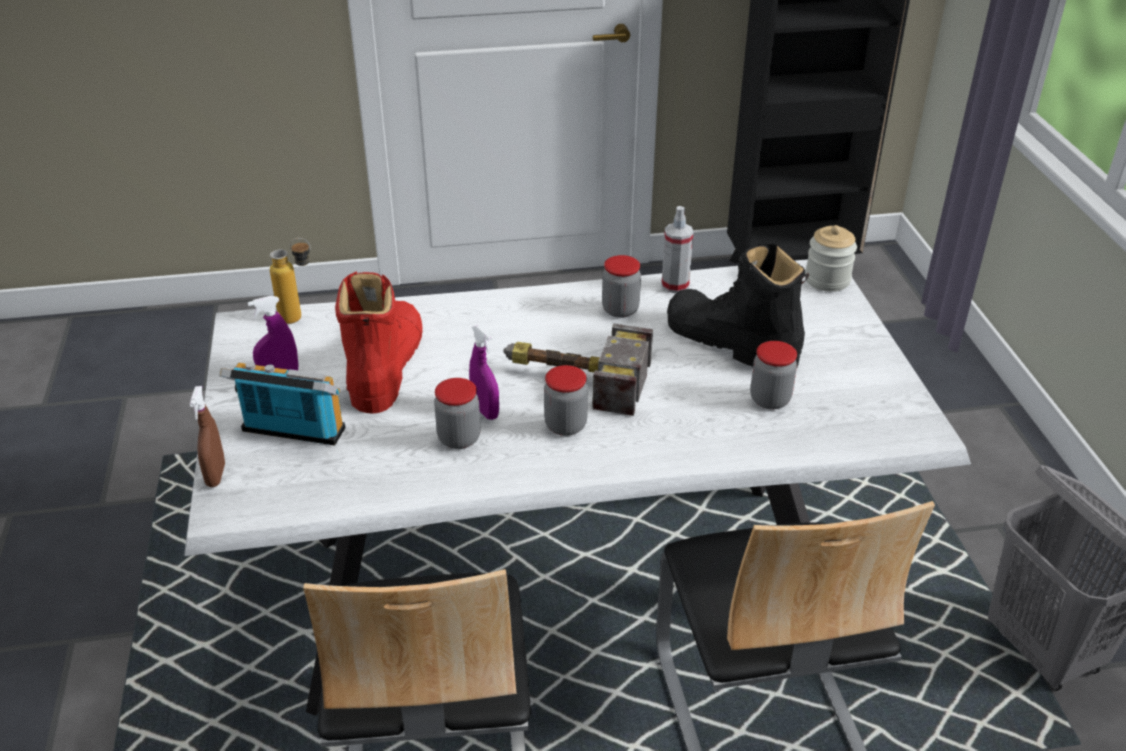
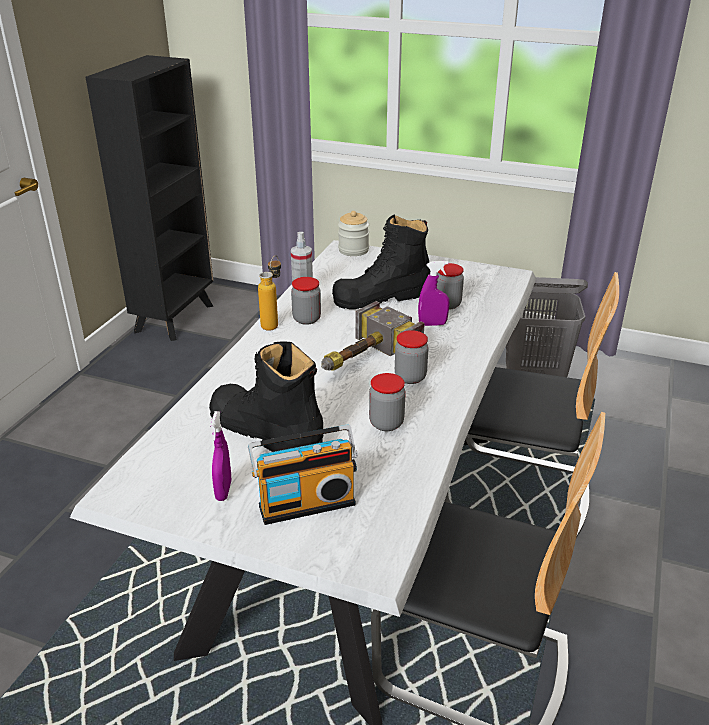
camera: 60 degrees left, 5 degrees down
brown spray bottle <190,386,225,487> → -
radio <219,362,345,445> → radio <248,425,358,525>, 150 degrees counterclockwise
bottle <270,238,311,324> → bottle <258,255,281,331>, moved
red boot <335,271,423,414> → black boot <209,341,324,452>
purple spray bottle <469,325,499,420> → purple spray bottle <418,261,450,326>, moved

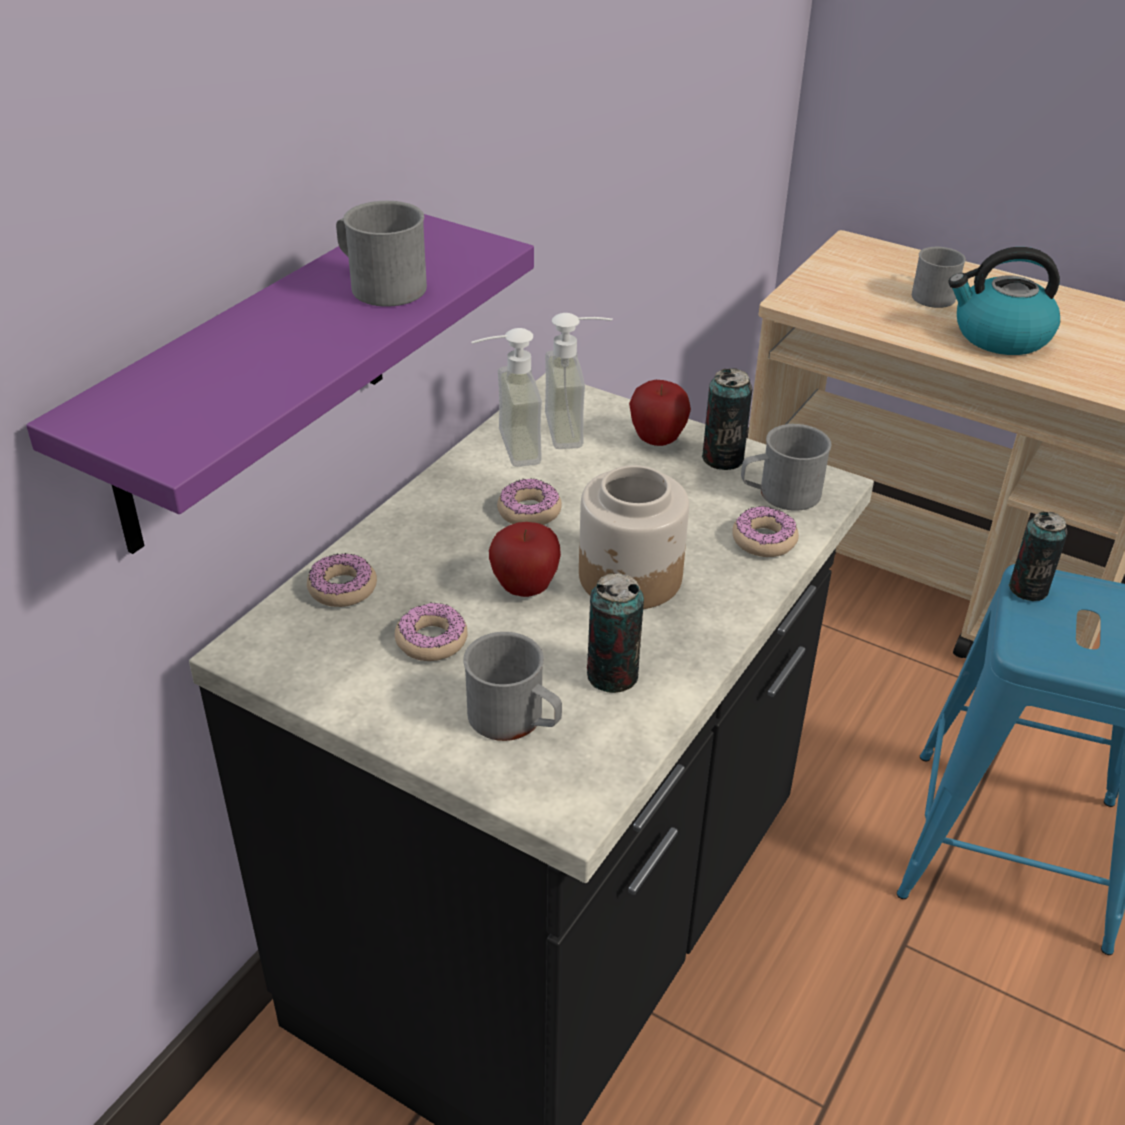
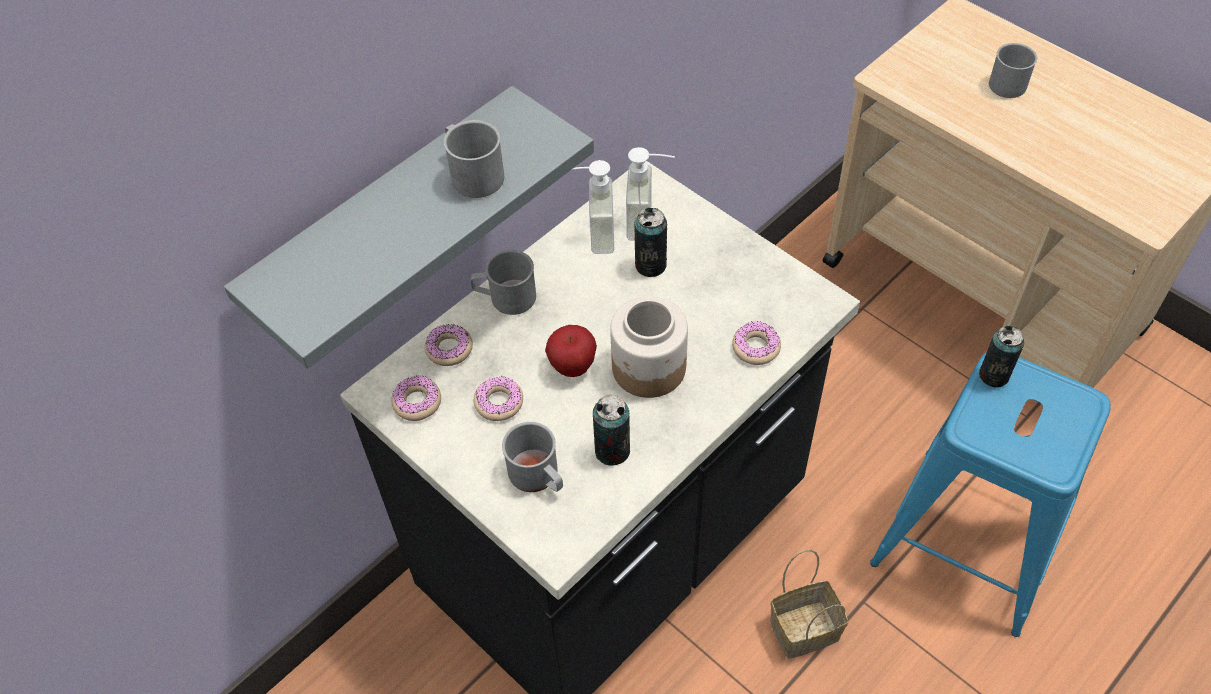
camera: 15 degrees right, 15 degrees up
purple shelf <26,214,534,554> → grey shelf <224,86,594,369>
donut <497,478,562,525> → donut <391,375,441,421>, moved
apple <629,380,691,446> → -
can <702,368,752,470> → can <635,208,667,277>, moved
grey mug <741,424,831,511> → grey mug <471,250,536,315>, moved
kettle <948,247,1060,355> → -
- → basket <770,549,848,659>

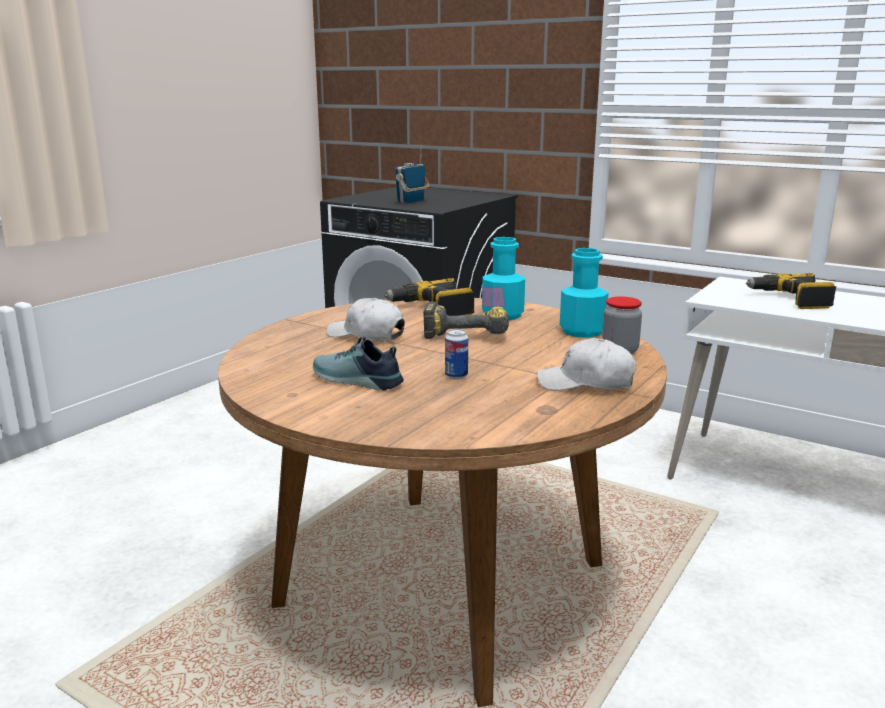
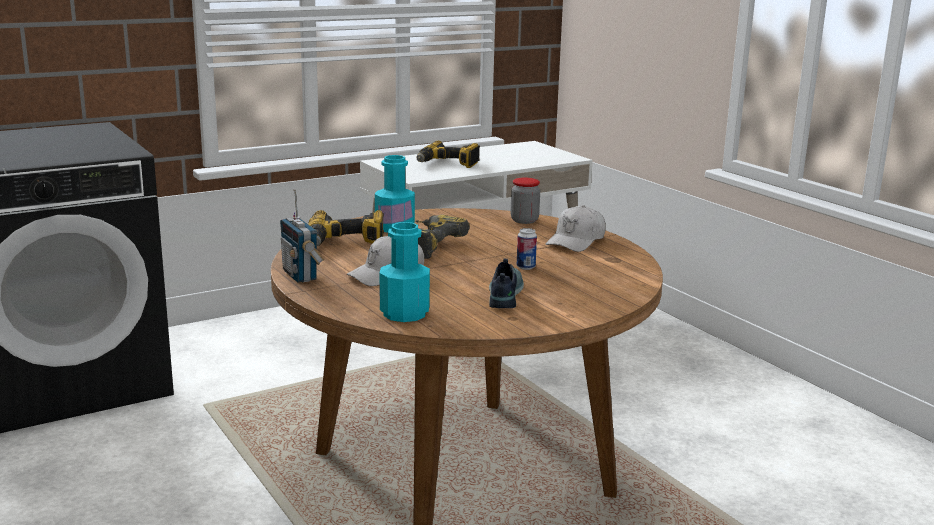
camera: 65 degrees left, 0 degrees up
shoe <313,336,404,391> → shoe <489,259,524,308>, 135 degrees clockwise
radio <395,145,429,203> → radio <280,189,324,283>, moved
turquoise bottle <560,248,608,338> → turquoise bottle <379,222,430,322>, moved

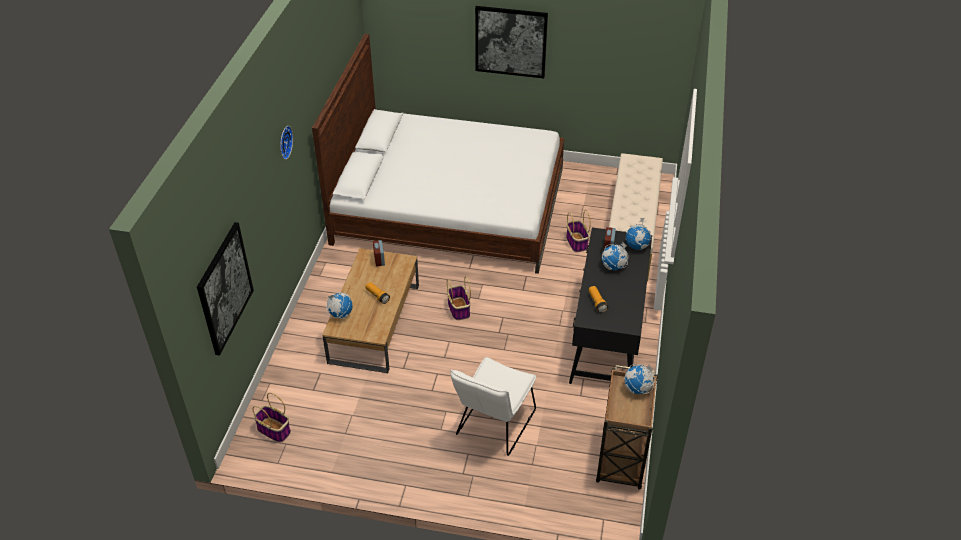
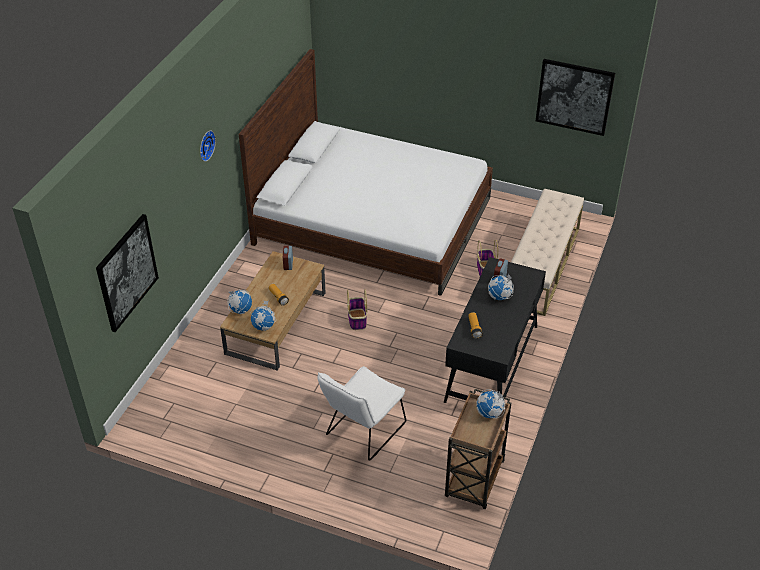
camera: 10 degrees right, 0 degrees up
basket <252,393,291,443> → -
picture <475,6,548,78> → picture <536,59,615,136>, moved
globe <625,218,652,250> → globe <251,301,276,331>, moved

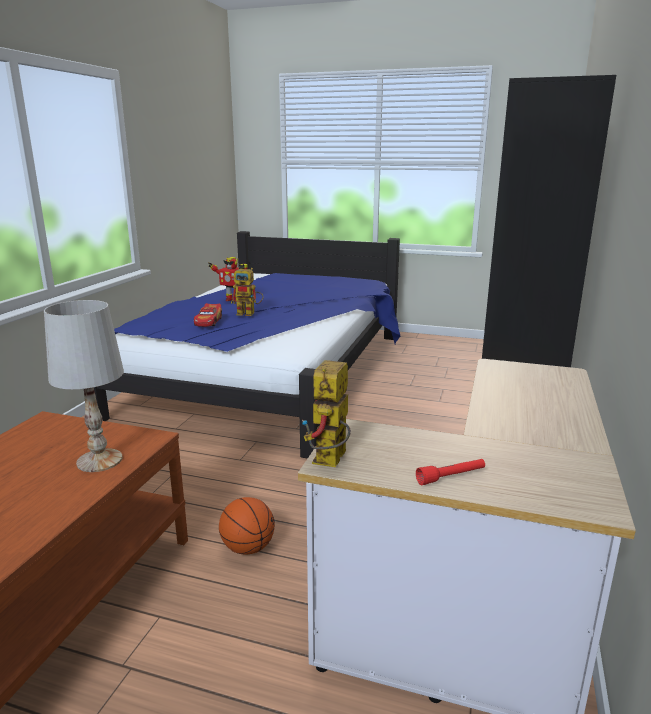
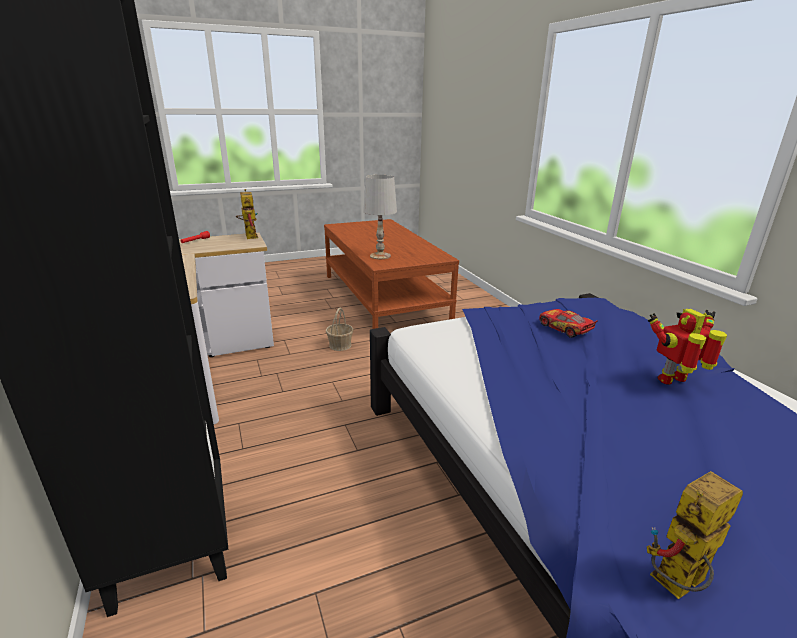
camera: 140 degrees right, 5 degrees up
basketball <219,497,275,555> → basket <326,308,354,351>
toy robot <231,268,264,316> → toy robot <647,471,743,599>, moved

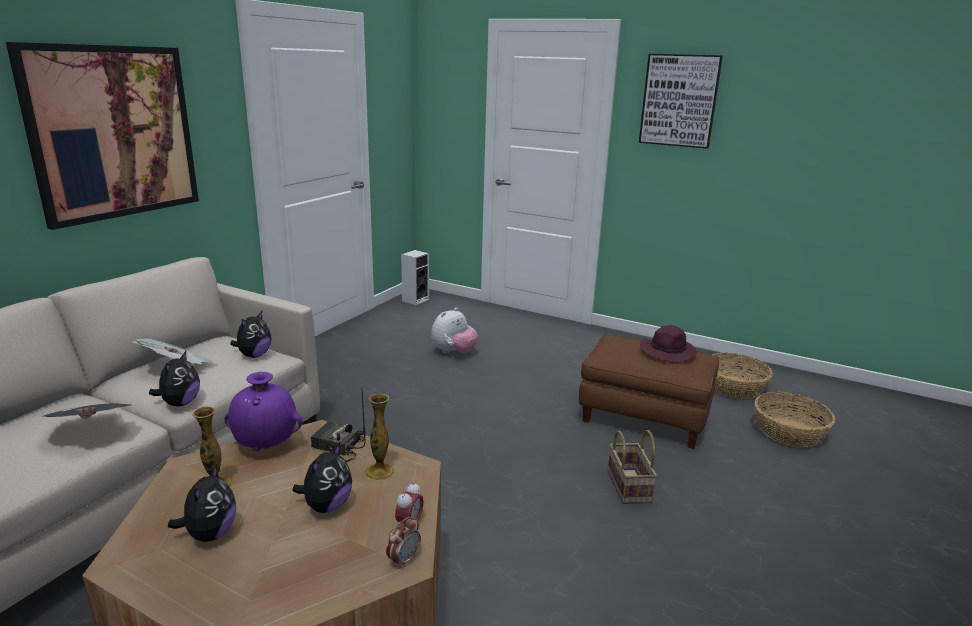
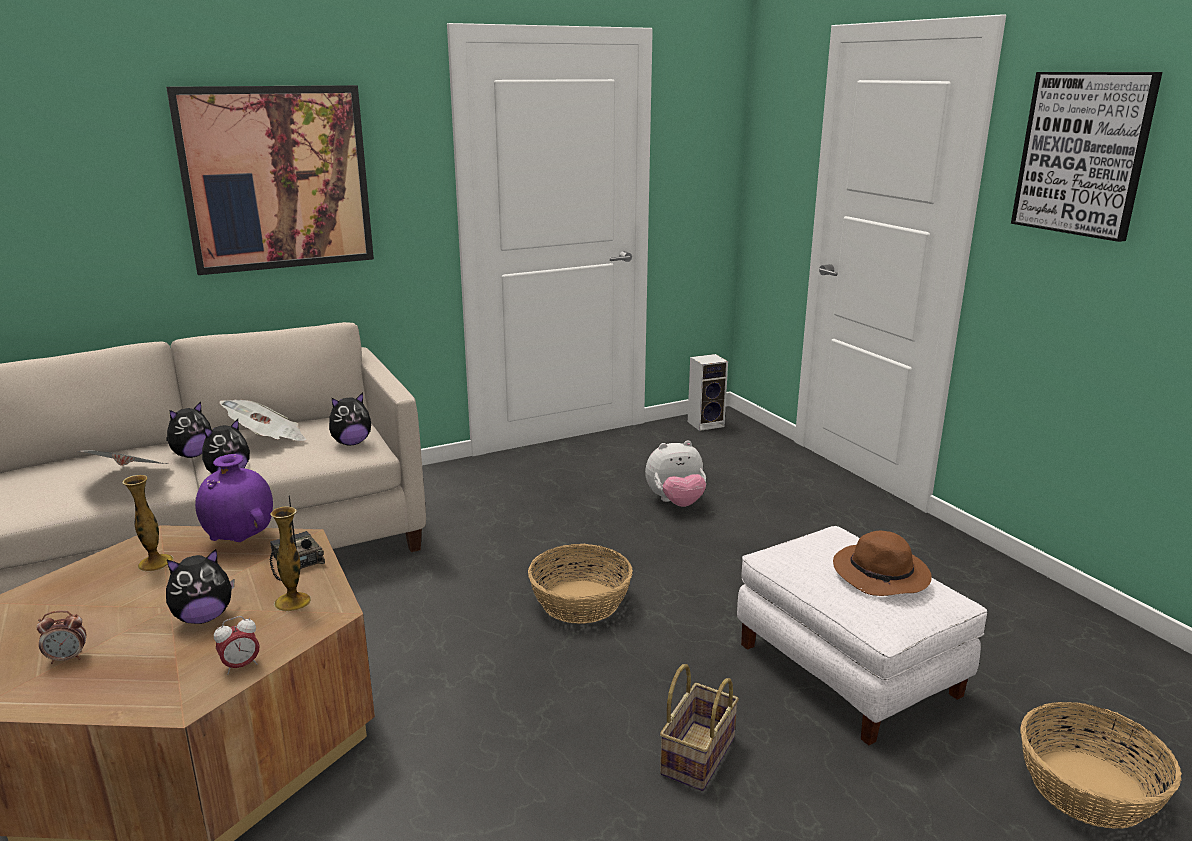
camera: 35 degrees right, 0 degrees up
plush toy <168,464,236,542> → plush toy <166,401,212,458>, moved
alarm clock <386,517,421,569> → alarm clock <37,611,86,664>, moved
brown ottoman <579,335,719,449> → white ottoman <737,526,987,745>
purple hat <640,325,697,363> → brown hat <833,531,932,596>
basket <712,353,773,399> → basket <528,544,633,624>, moved

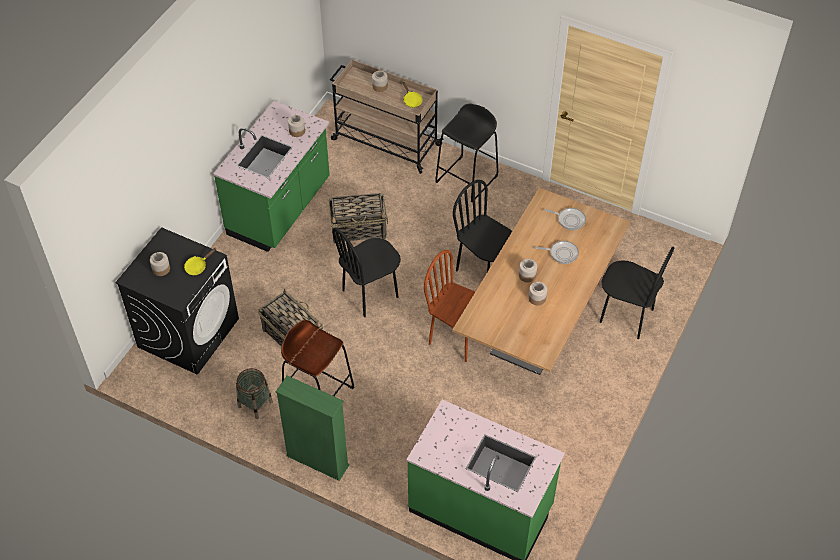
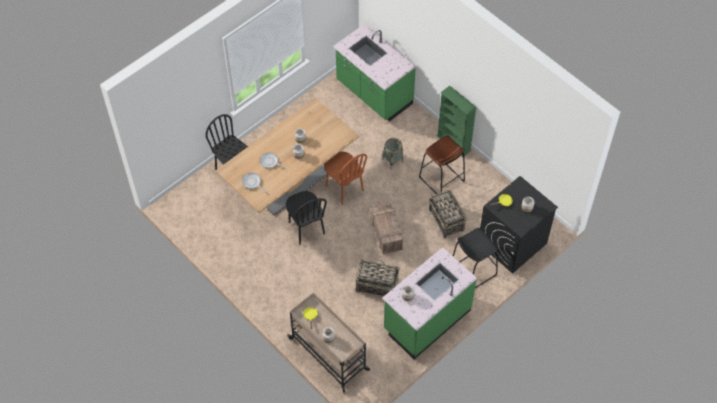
camera: 160 degrees left, 5 degrees up
basket <236,368,273,419> → basket <382,138,404,170>, moved
black chair <332,228,401,317> → crate <371,203,403,254>
black stool <435,104,498,203> → black stool <453,228,498,288>, moved

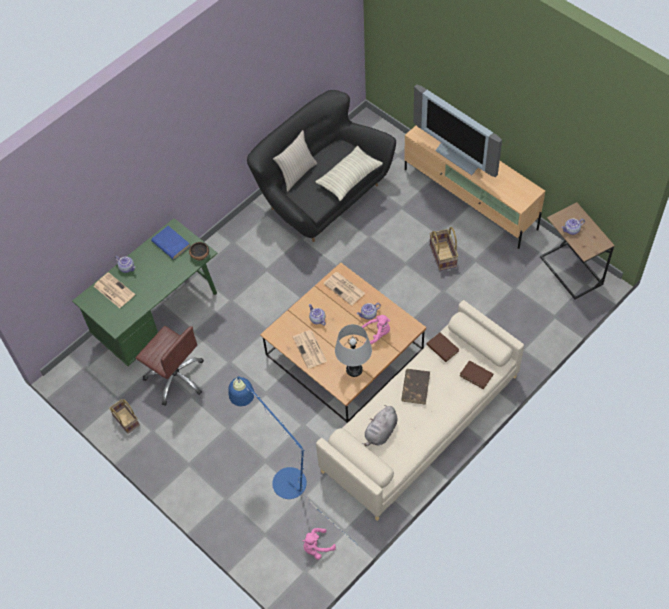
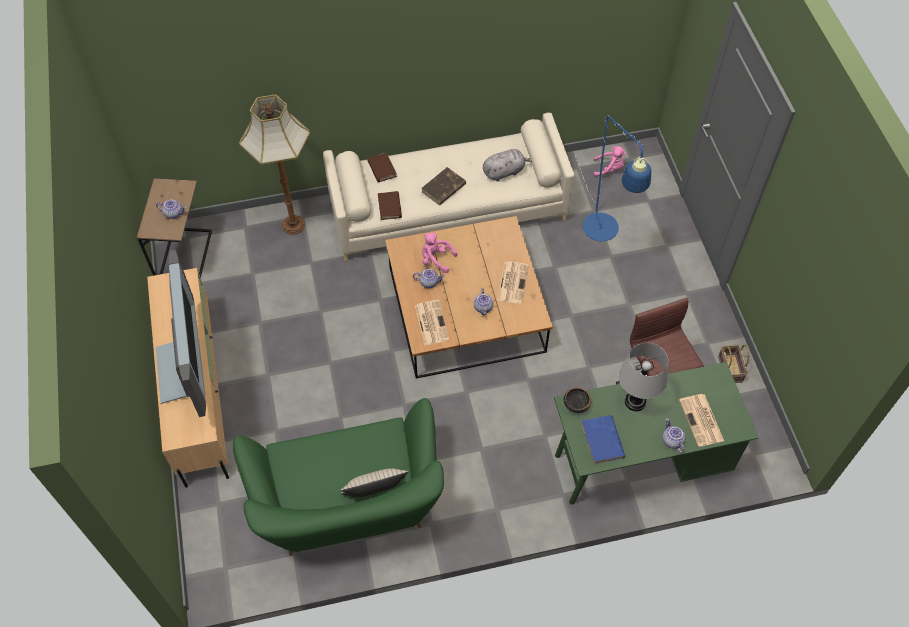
camera: 150 degrees left, 0 degrees up
black sofa <247,90,396,242> → green sofa <233,398,444,556>
pillow <315,146,383,201> → -
grey table lamp <335,324,372,377> → grey table lamp <618,343,668,411>, moved
basket <430,227,458,271> → -
- → floor lamp <239,94,310,235>

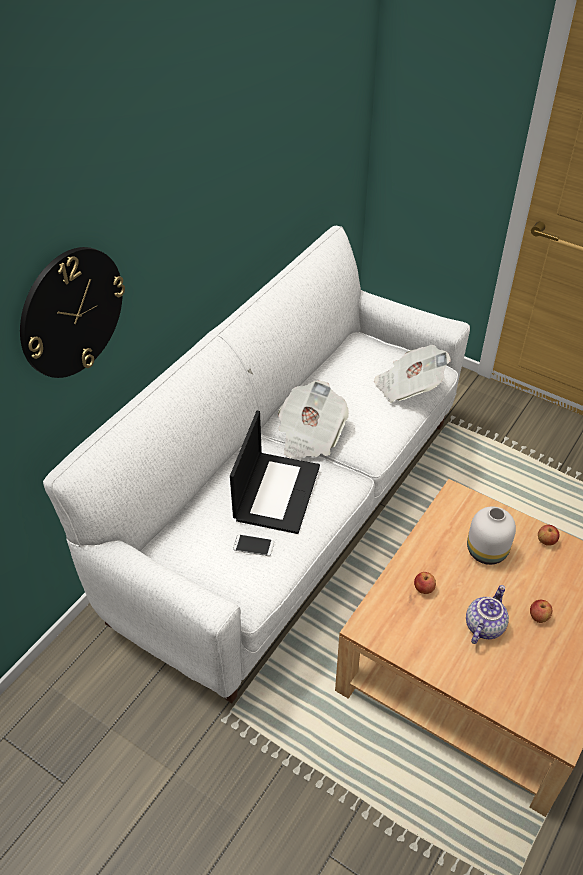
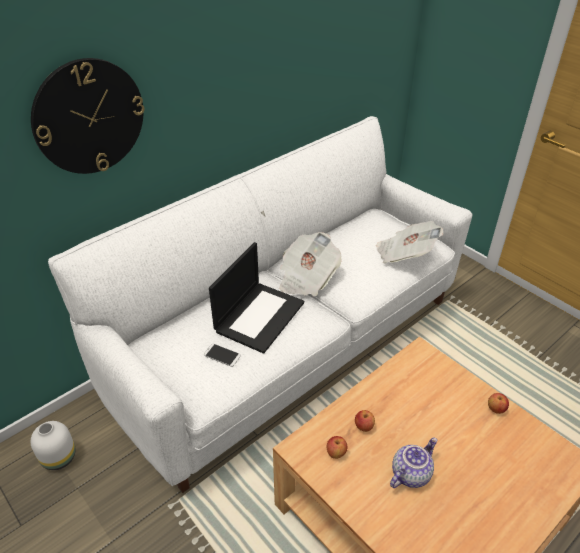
camera: 15 degrees right, 5 degrees down
white vase <467,506,516,565> → white vase <31,421,76,470>, moved
apple <530,600,552,623> → apple <327,436,348,459>, moved

